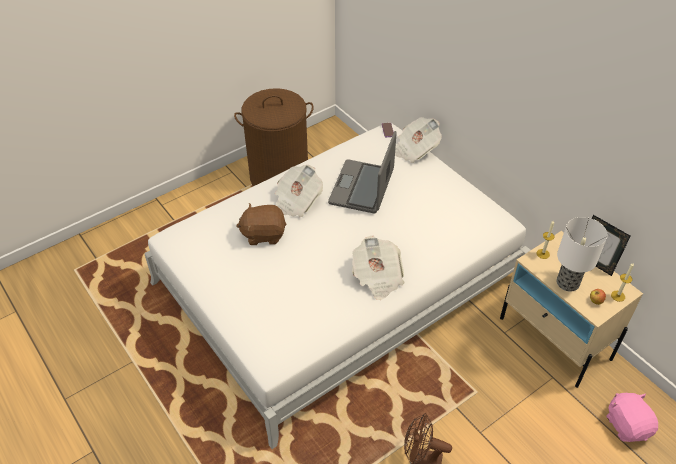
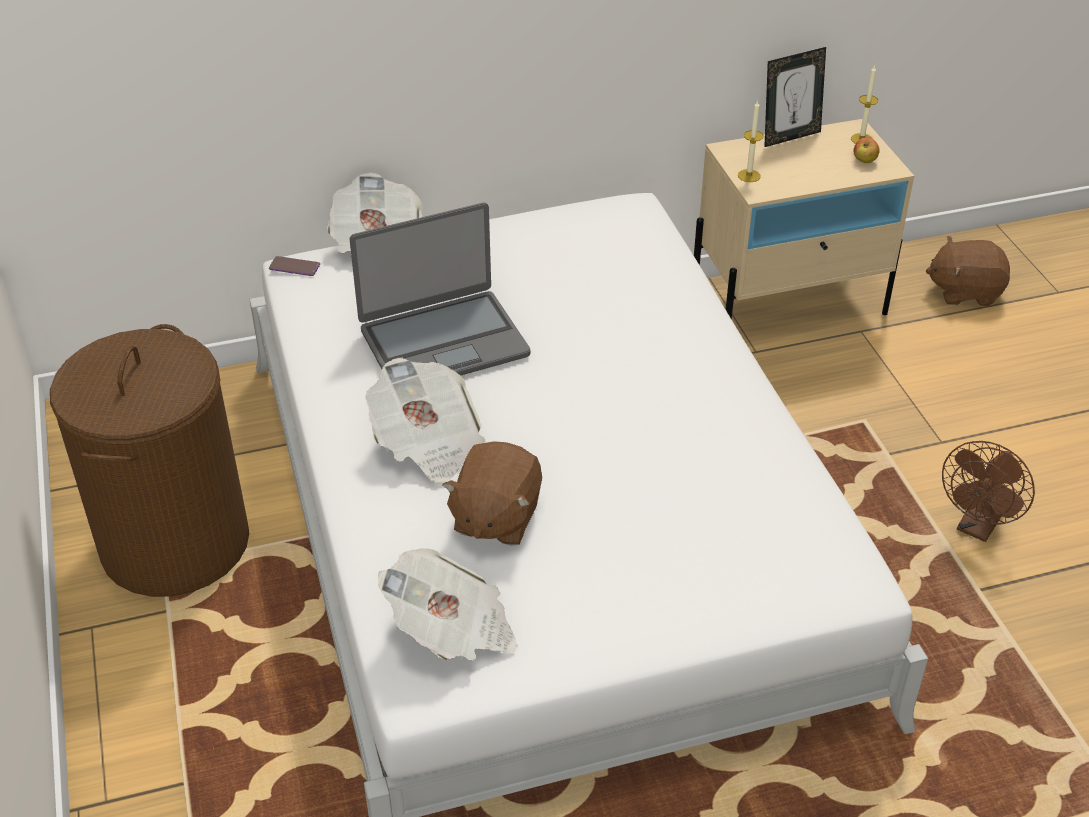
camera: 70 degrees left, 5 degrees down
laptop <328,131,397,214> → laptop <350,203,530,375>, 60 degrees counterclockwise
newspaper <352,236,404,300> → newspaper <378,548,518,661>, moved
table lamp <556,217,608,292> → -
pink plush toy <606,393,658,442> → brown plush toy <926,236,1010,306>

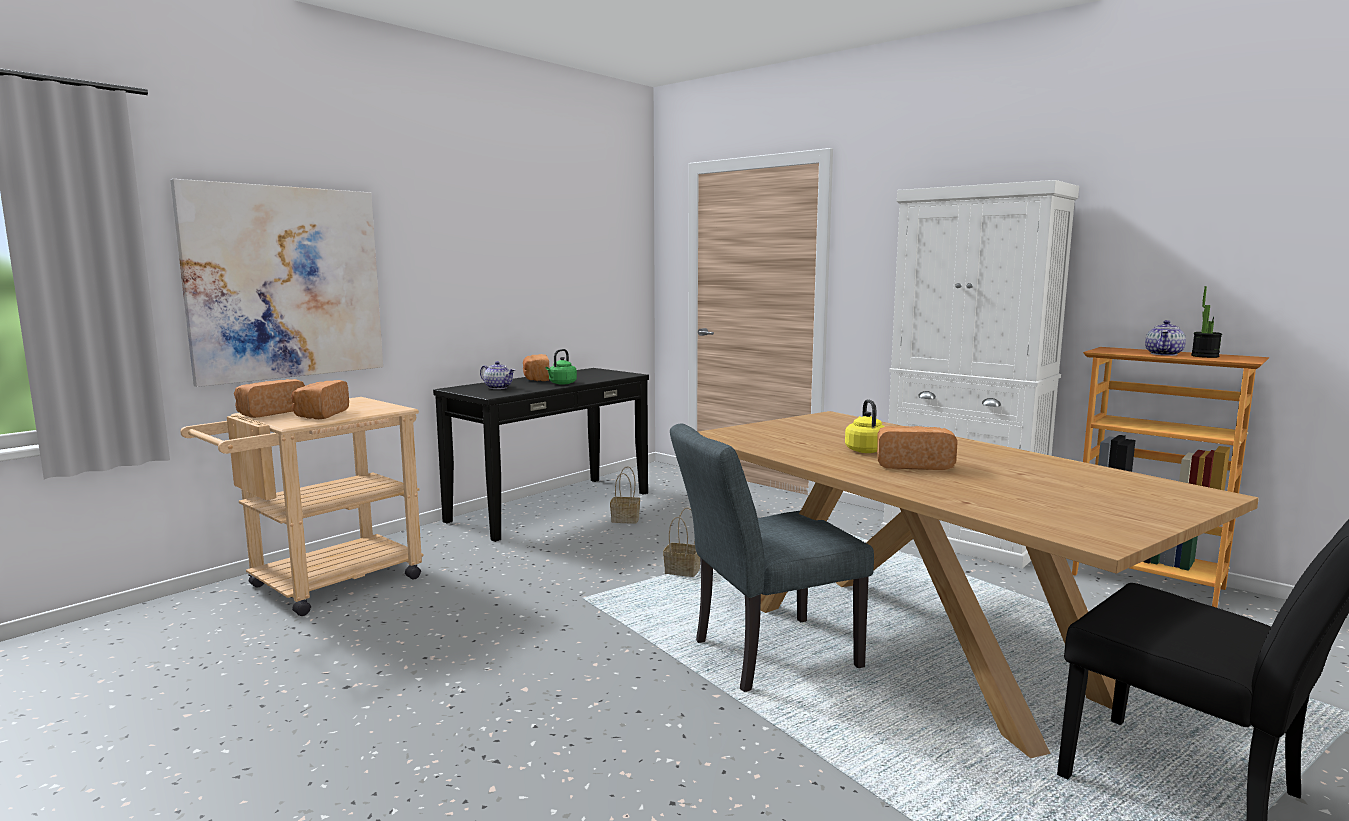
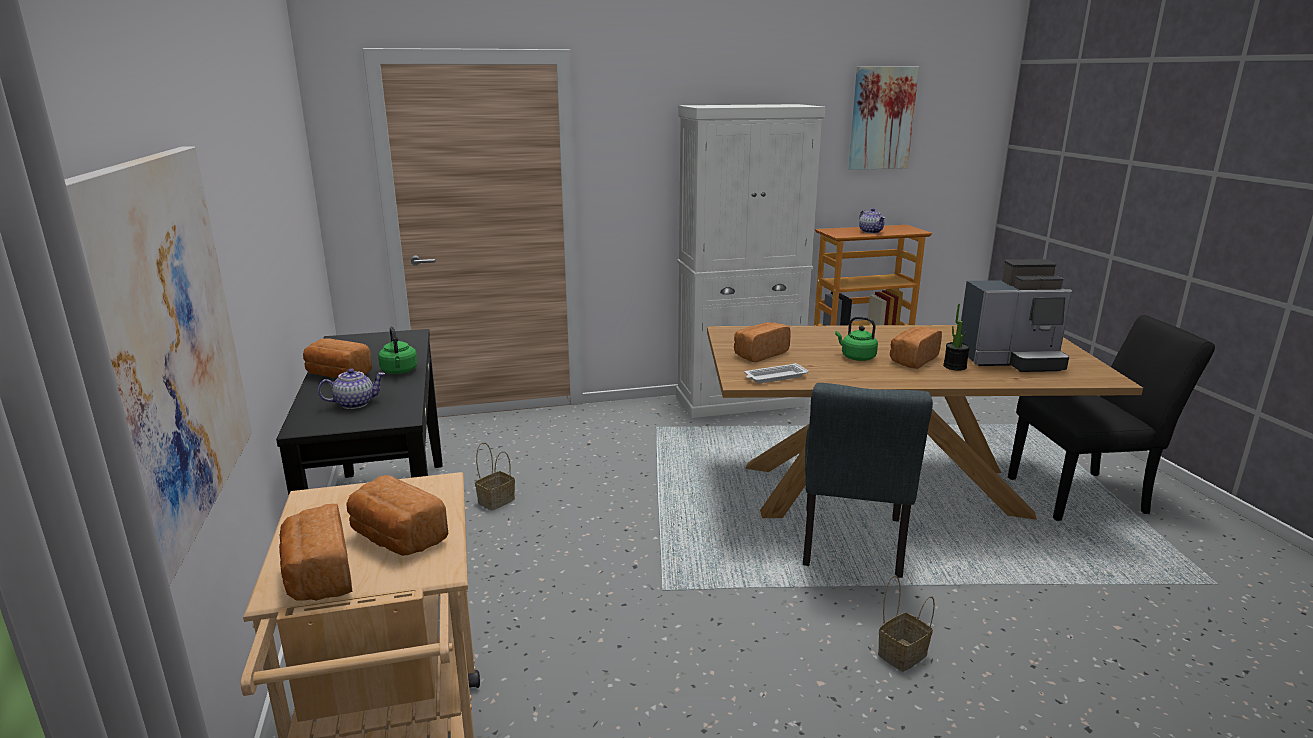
camera: 55 degrees left, 10 degrees up
basket <663,508,700,577> → basket <878,576,935,672>, moved
yellow kettle <845,399,885,453> → green kettle <835,316,878,361>
potted plant <1191,286,1222,358> → potted plant <943,304,970,371>, moved
- → bread <734,322,791,362>
- → white tray <744,363,809,383>
- → picture <848,66,919,170>
- → coffee machine <961,259,1072,372>

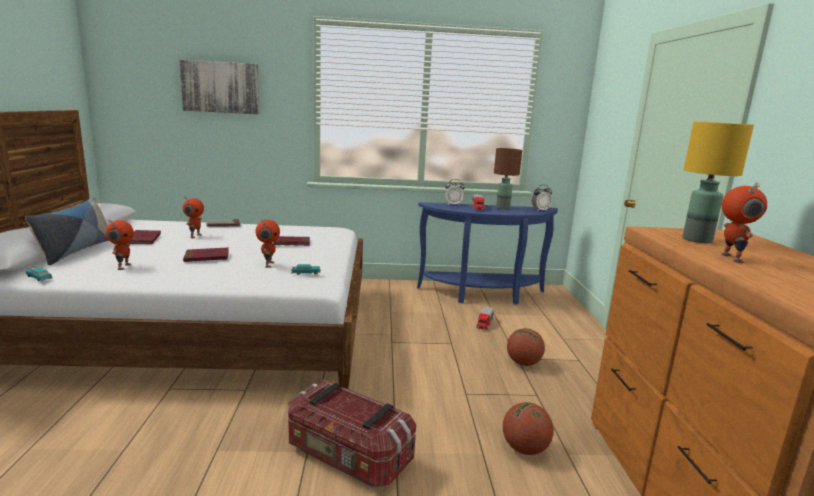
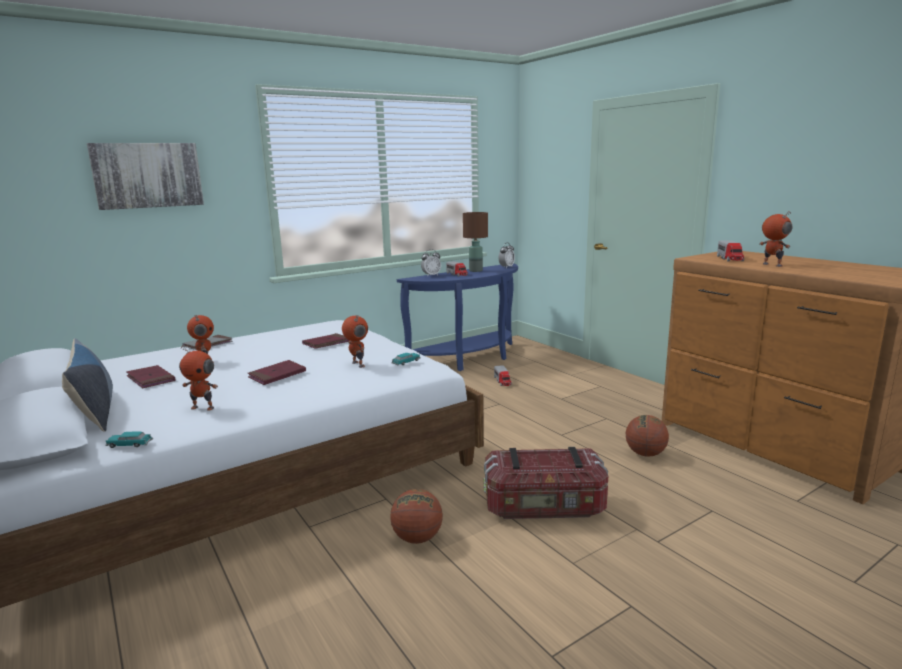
camera: 30 degrees left, 0 degrees up
toy robot <105,219,134,270> → toy robot <179,345,218,411>, 135 degrees clockwise
basketball <507,328,545,366> → basketball <390,489,443,544>, moved
yellow table lamp <683,121,754,243> → toy truck <717,240,744,261>

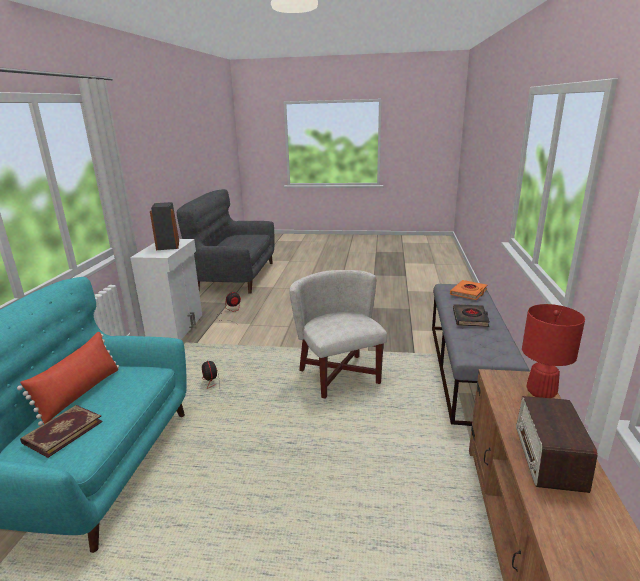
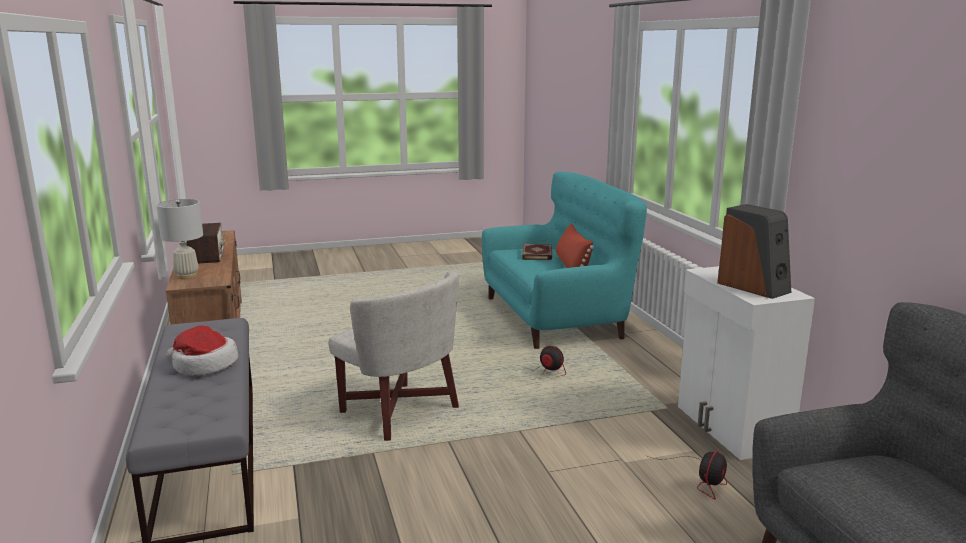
camera: 155 degrees right, 5 degrees down
orange book <450,280,487,300> → -
black book <453,304,490,327> → hat <167,326,238,375>
red table lamp <522,304,585,398> → white table lamp <156,199,203,279>

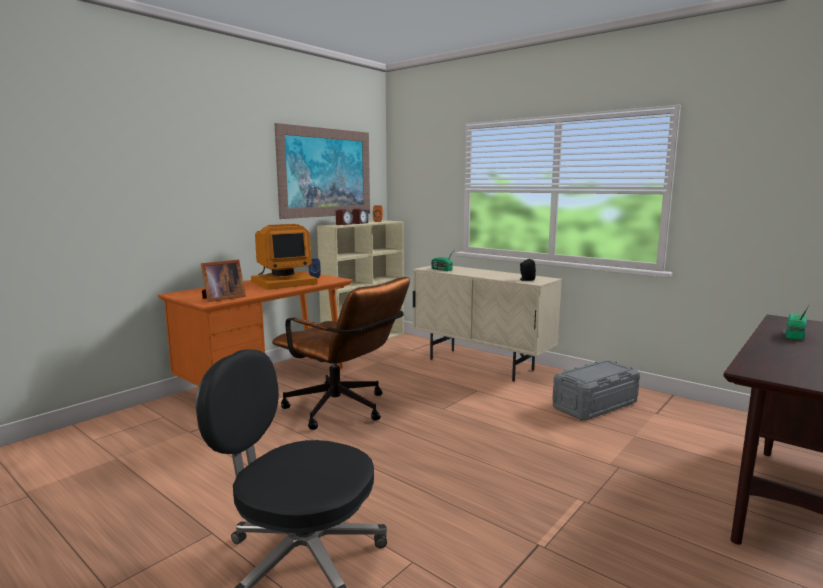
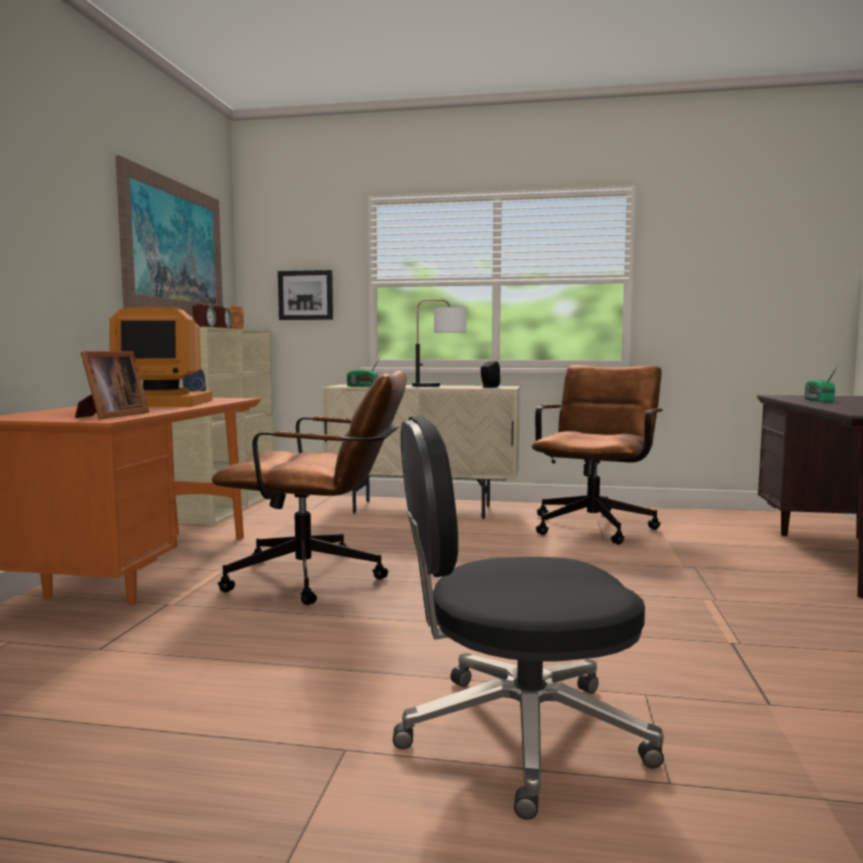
camera: 30 degrees left, 5 degrees down
monitor <251,224,318,290> → monitor <109,307,213,407>, 60 degrees clockwise
grey storage box <552,360,640,420> → brown office chair <532,365,663,545>
- → picture <278,270,333,320>
- → table lamp <412,299,466,387>

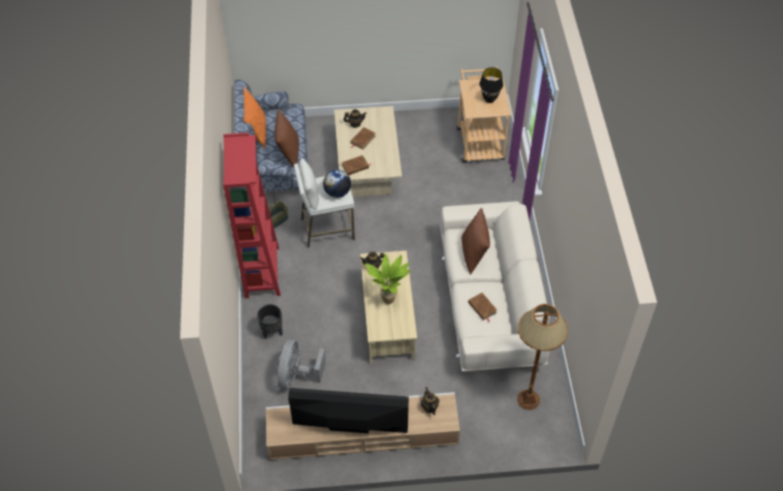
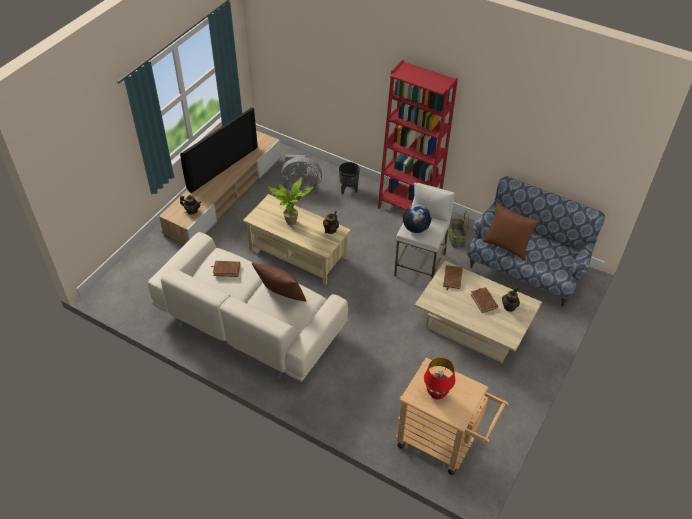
camera: 125 degrees right, 5 degrees down
orange pillow <244,87,266,149> → -
grey fan <276,340,326,389> → grey fan <281,155,322,191>, 135 degrees clockwise
black table lamp <480,67,503,103> → red table lamp <424,358,455,400>
brown floor lamp <517,304,568,410> → -

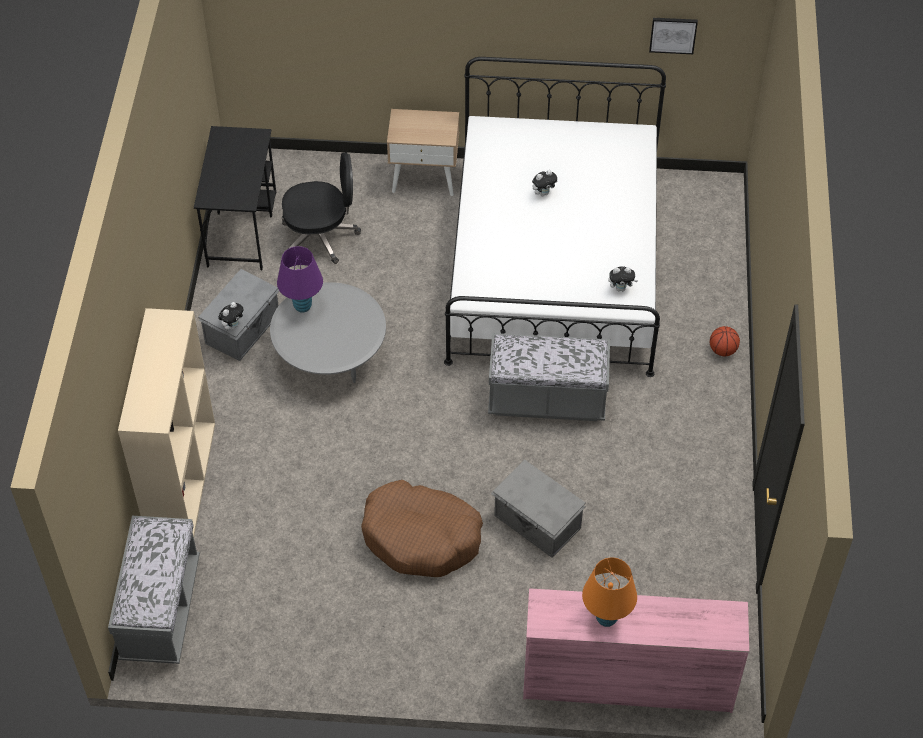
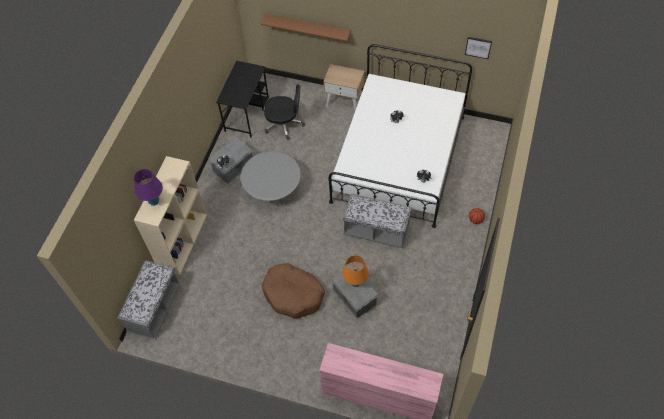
camera: 15 degrees right, 5 degrees up
purple table lamp <277,246,323,313> → purple table lamp <134,169,163,206>, moved
orange table lamp <582,557,637,627> → orange table lamp <342,255,369,287>, moved
- → brown shelf <261,14,351,42>

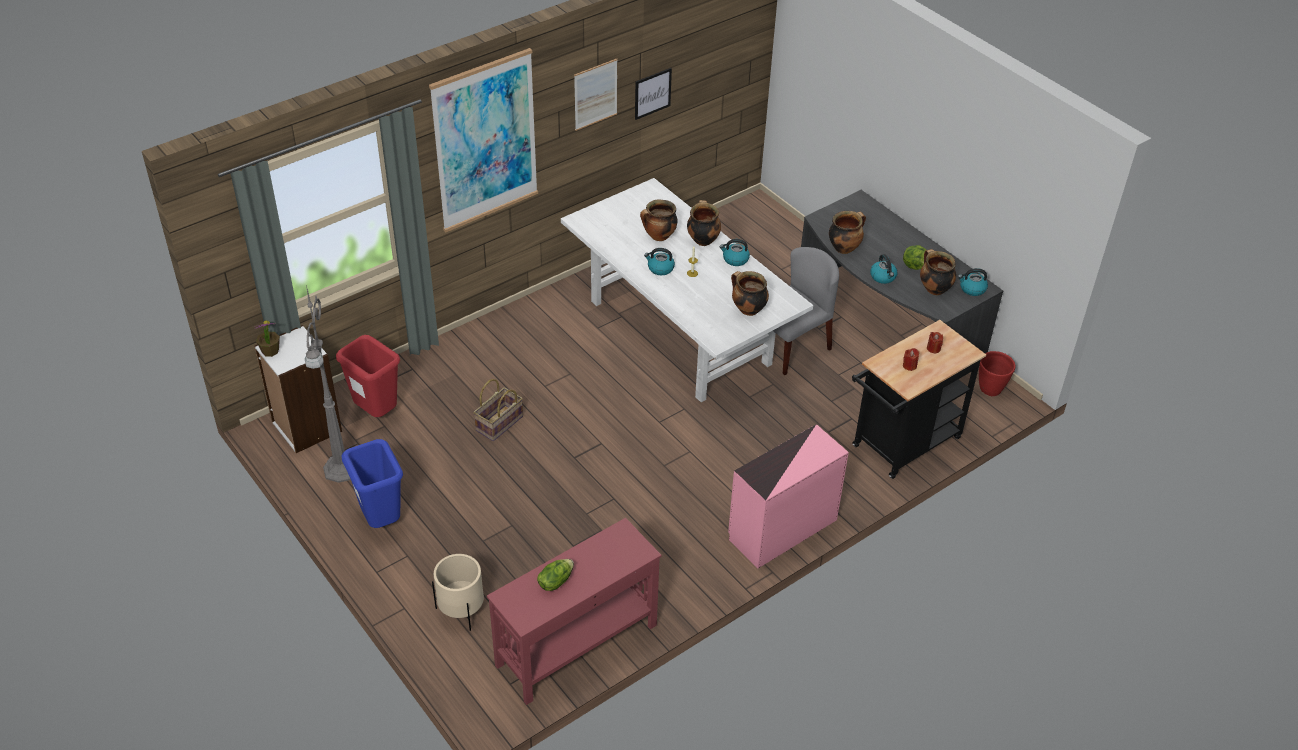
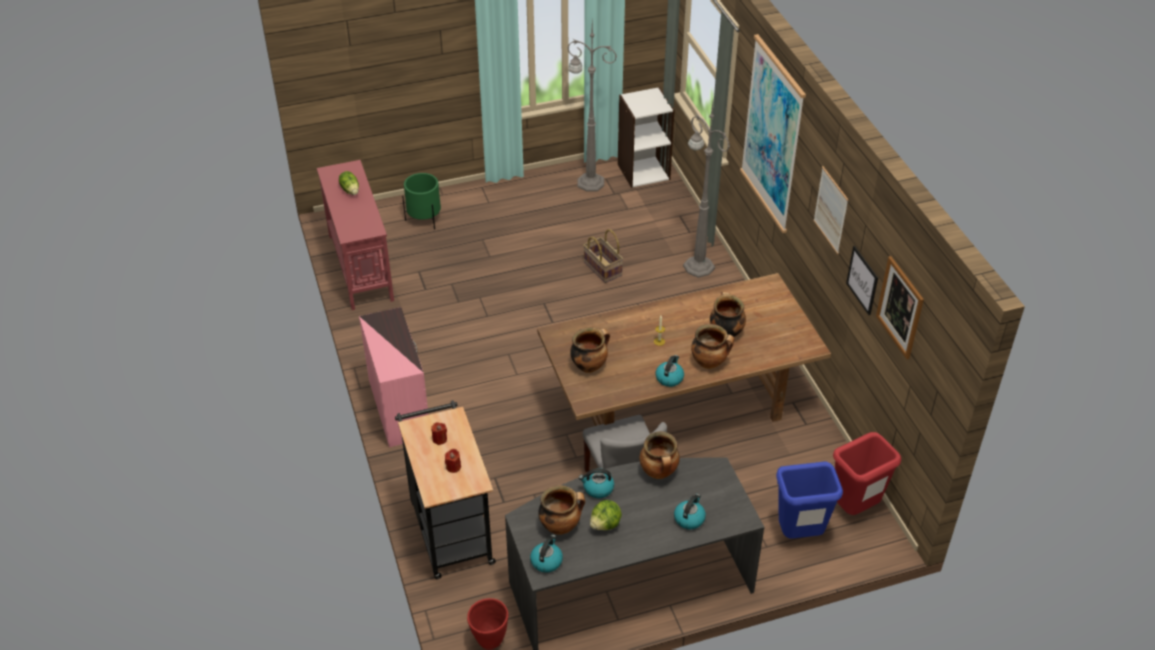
camera: 110 degrees right, 0 degrees up
potted plant <254,320,280,357> → -
red trash can <336,335,400,417> → red trash can <833,432,901,515>, moved
blue trash can <341,439,403,528> → blue trash can <776,462,843,539>, moved
beige planter <432,554,484,631> → green planter <402,173,441,230>
white dining table <561,178,813,402> → brown dining table <537,273,831,426>
kettle <644,248,675,275> → kettle <674,494,706,529>, moved
- → grey floor lamp <683,102,730,278>
- → picture <876,256,924,359>

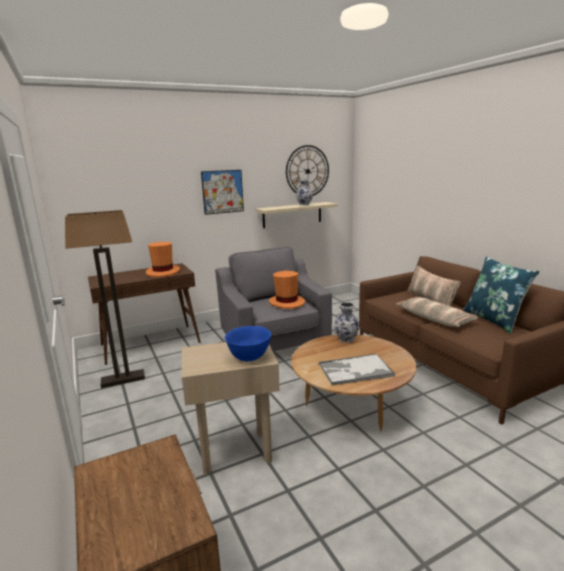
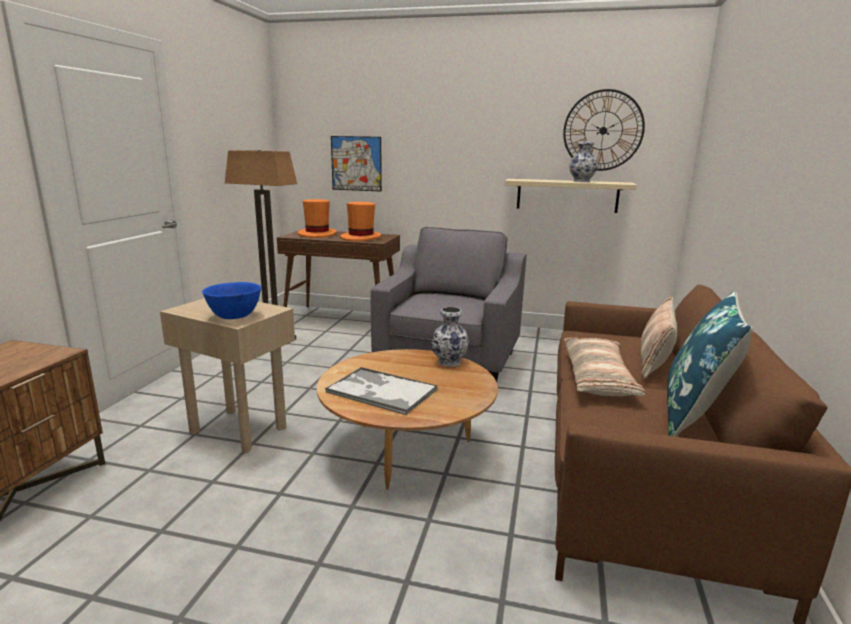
camera: 40 degrees right, 0 degrees up
picture <201,170,244,215> → picture <331,136,382,191>, moved
orange hat <269,271,305,309> → orange hat <298,199,337,238>, moved

